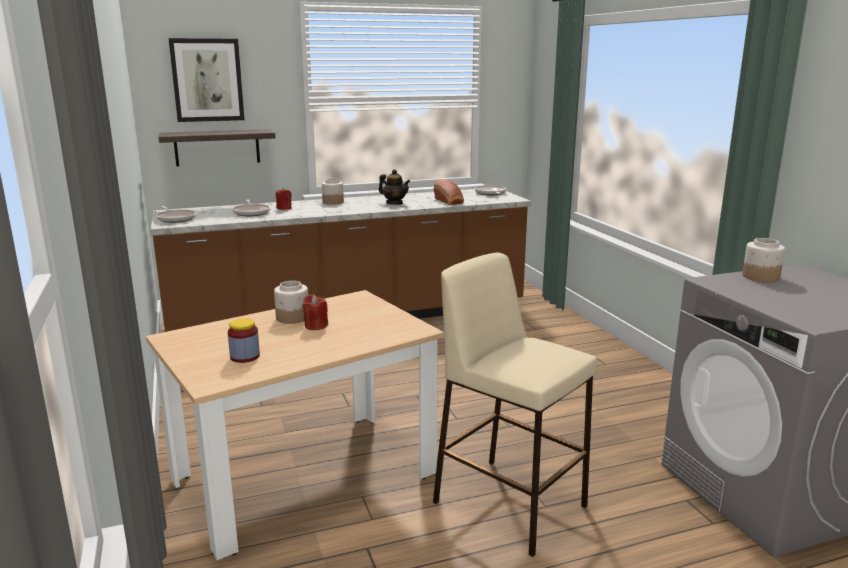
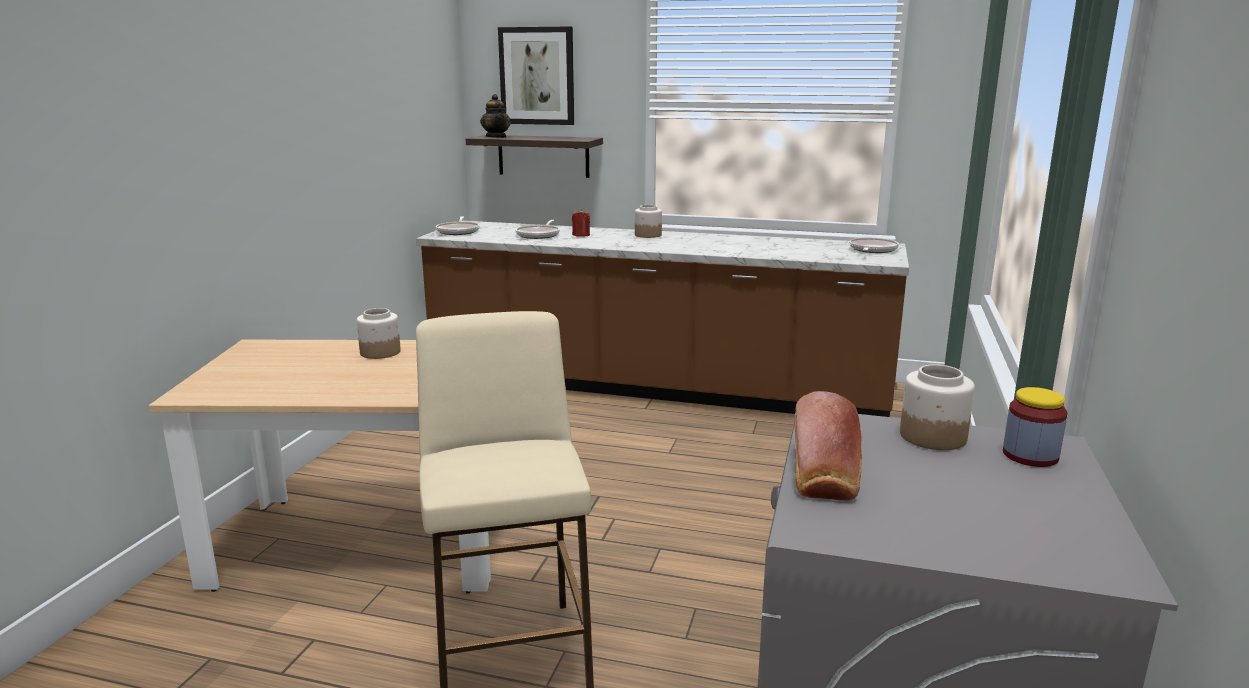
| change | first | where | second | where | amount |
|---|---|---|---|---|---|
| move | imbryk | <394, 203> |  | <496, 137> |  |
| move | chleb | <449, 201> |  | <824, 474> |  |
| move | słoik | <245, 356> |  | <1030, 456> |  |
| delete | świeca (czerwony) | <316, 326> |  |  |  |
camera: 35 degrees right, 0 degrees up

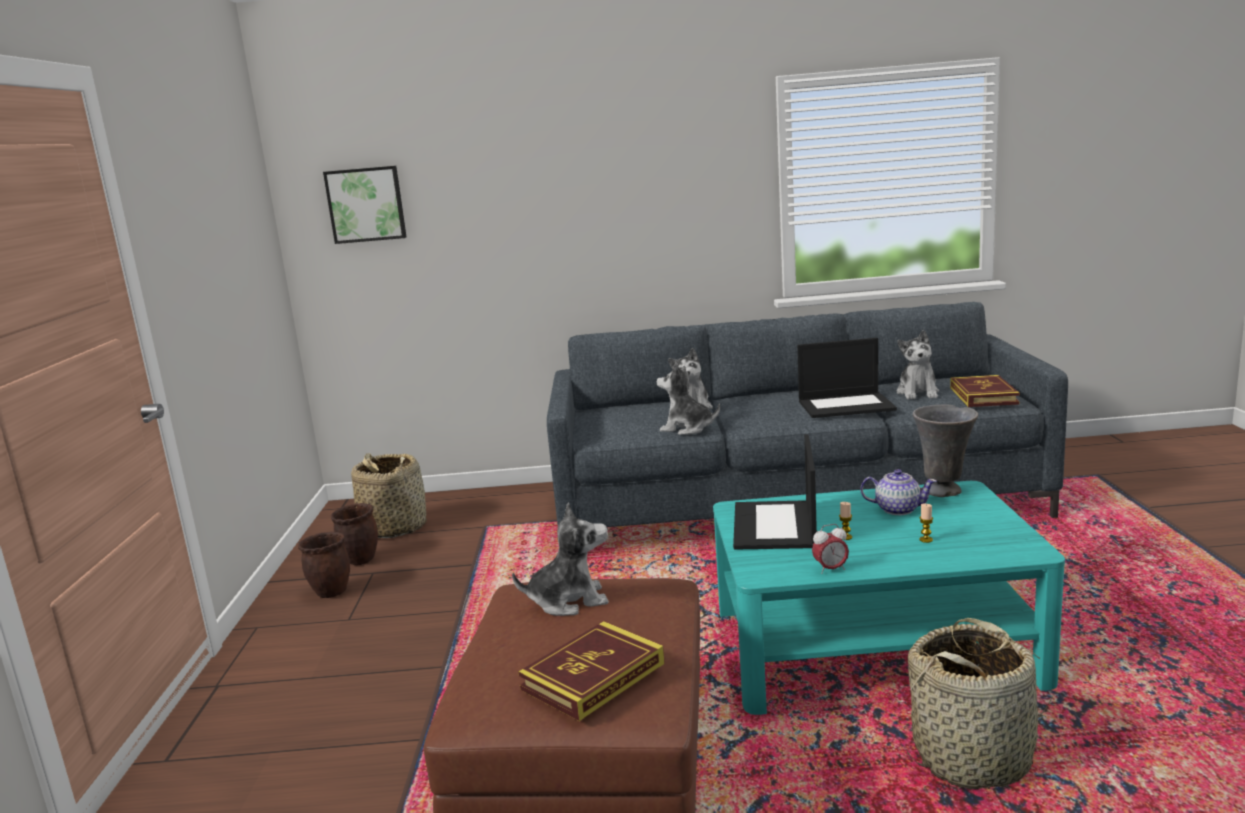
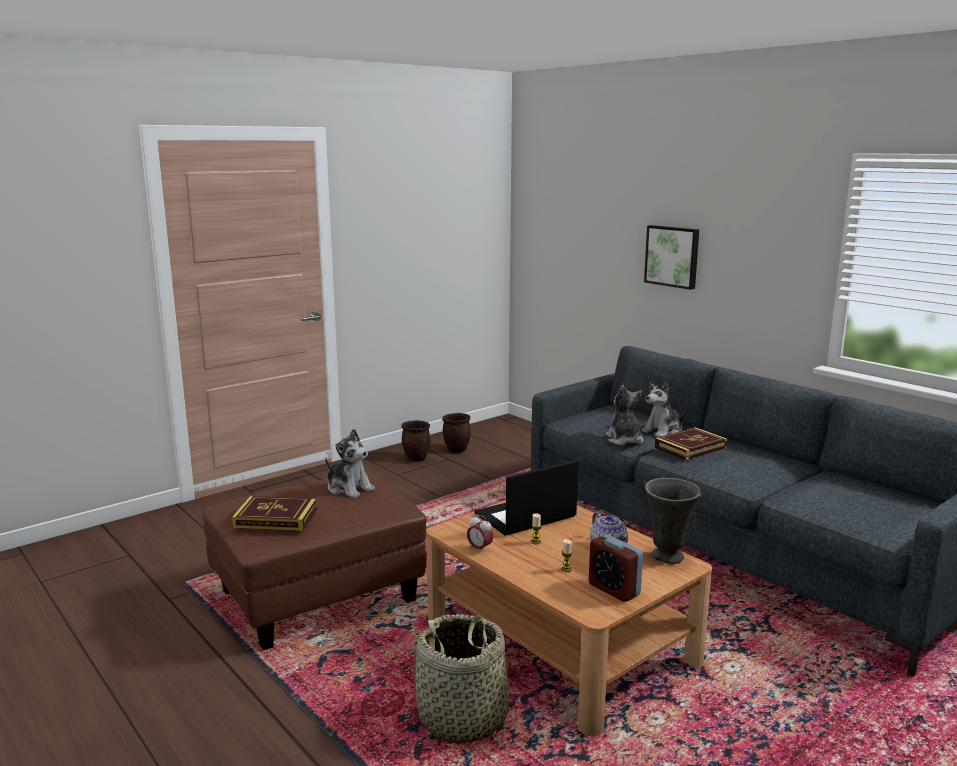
| change | first | where | second | where | amount |
|---|---|---|---|---|---|
| recolor | ława (turkusowy) | <872, 645> | ława (brązowy) | <560, 642> |  |
| insert |  |  | budzik | <614, 589> |  |
| move | obraz | <366, 204> |  | <673, 256> |  |
| move | książka | <983, 396> |  | <690, 447> |  |
| delete | koszyk | <393, 528> |  |  |  |
| delete | laptop | <846, 405> |  |  |  |
| delete | pluszak | <918, 393> |  |  |  |
camera: 50 degrees right, 0 degrees up

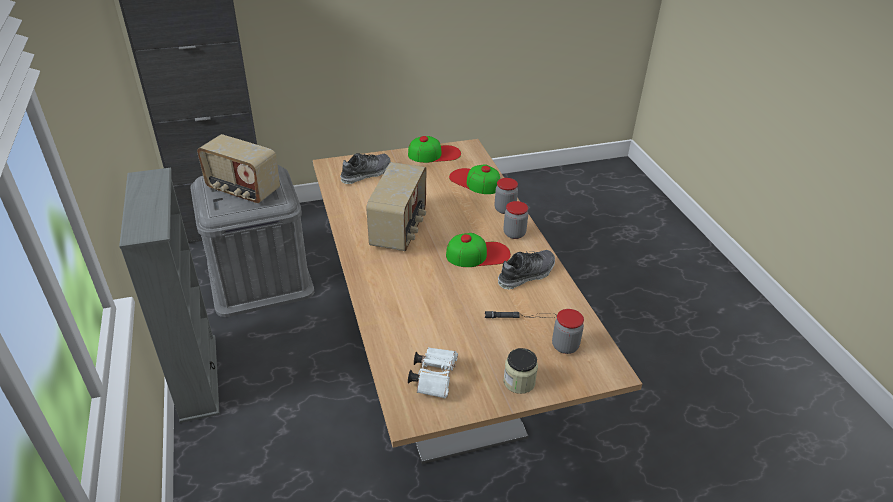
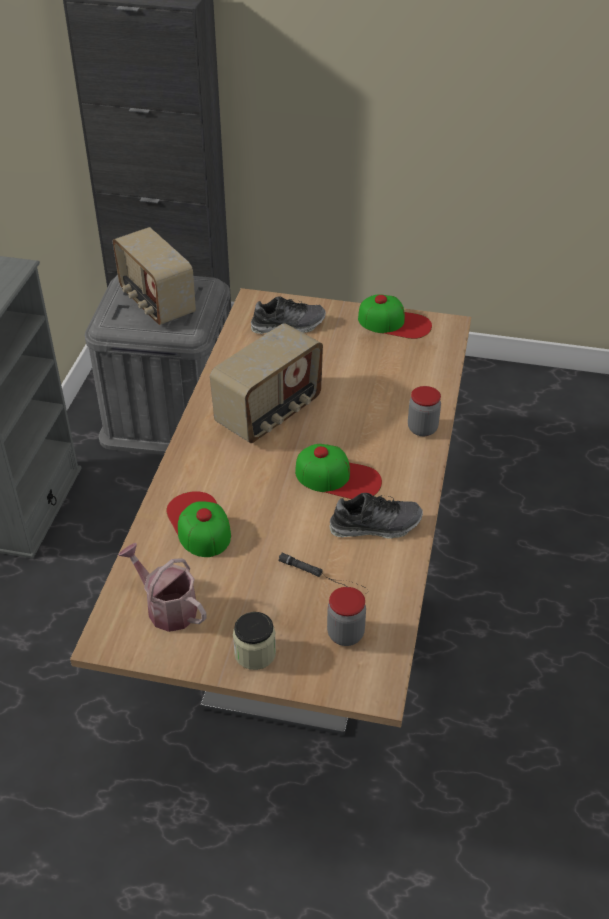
| change | first | where | second | where | amount |
|---|---|---|---|---|---|
| replace | lornetka (biały) | <434, 377> | konewka | <167, 607> |  |
| move | czapka z daszkiem | <475, 181> |  | <199, 523> |  |
| delete | słoik | <514, 234> |  |  |  |
camera: 30 degrees right, 5 degrees up

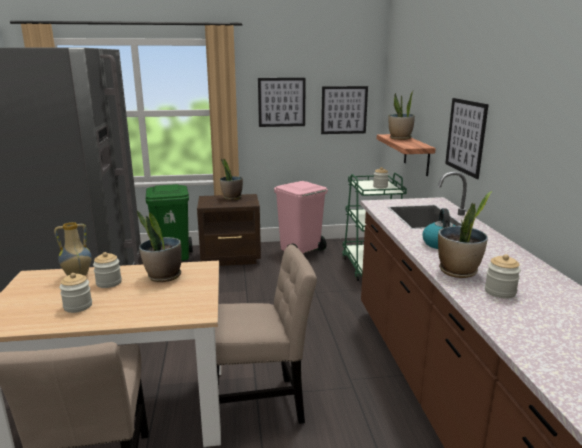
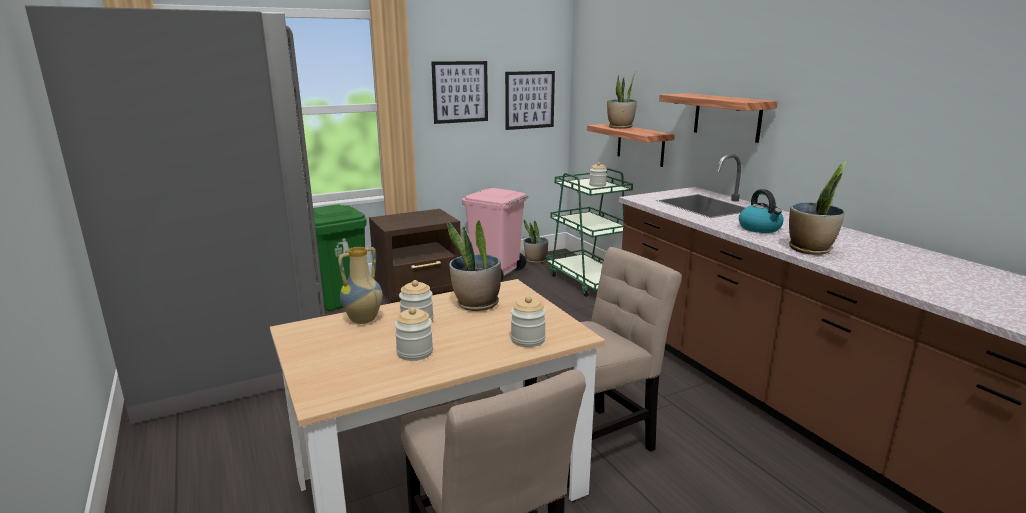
| change | first | where | second | where | amount |
|---|---|---|---|---|---|
| move | słoik | <500, 292> |  | <528, 339> |  |
| move | roślina doniczkowa | <231, 198> |  | <535, 261> |  |
| replace | obraz | <465, 136> | półka | <727, 117> |  |
camera: 20 degrees left, 0 degrees up

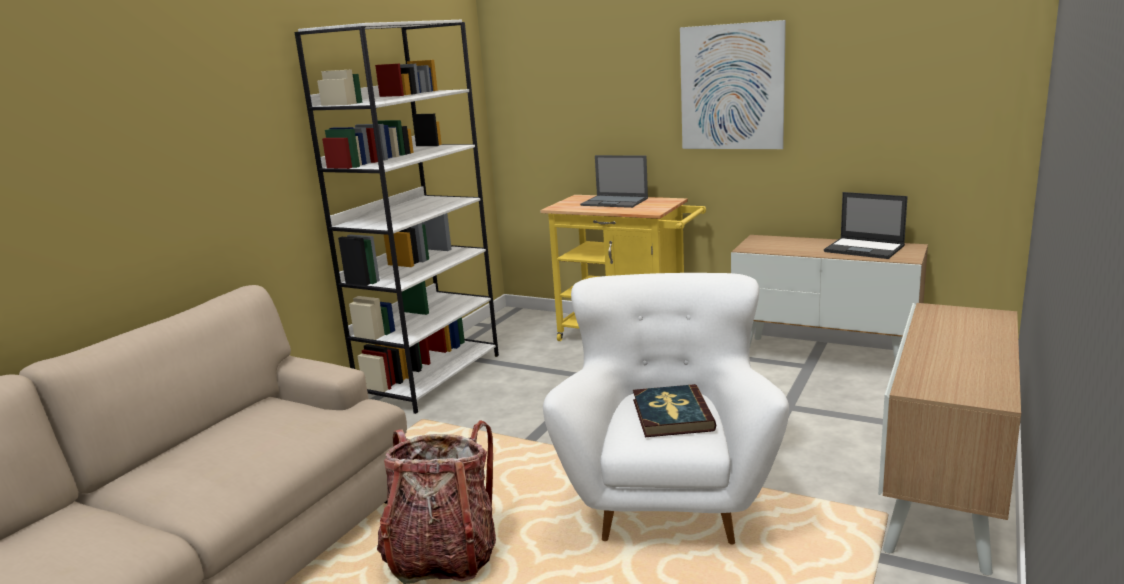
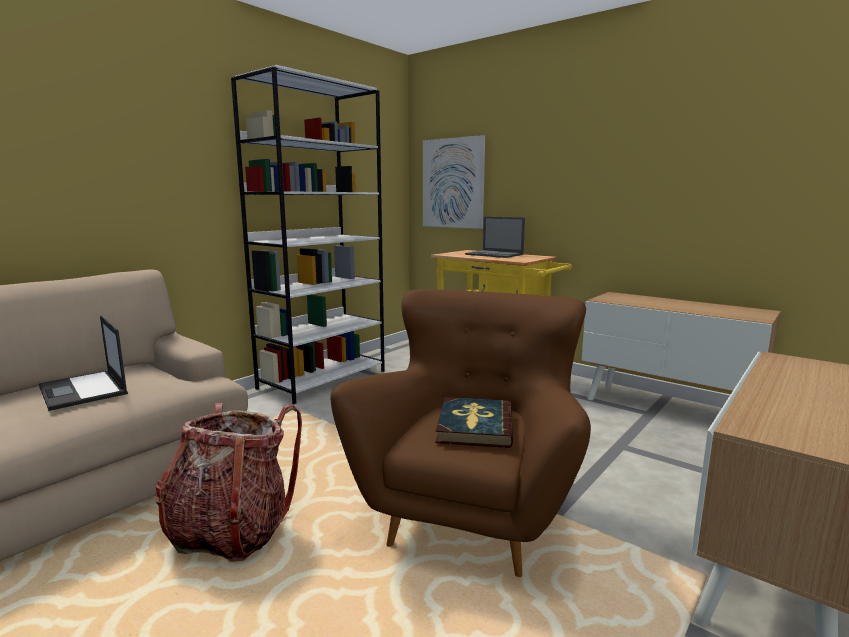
| change | first | where | second | where | amount |
|---|---|---|---|---|---|
| move | laptop | <865, 249> |  | <83, 390> |  |
| recolor | fotel (biały) | <668, 497> | fotel (brązowy) | <472, 513> |  |
| move | obraz | <731, 87> |  | <452, 183> |  |
camera: 10 degrees right, 5 degrees down

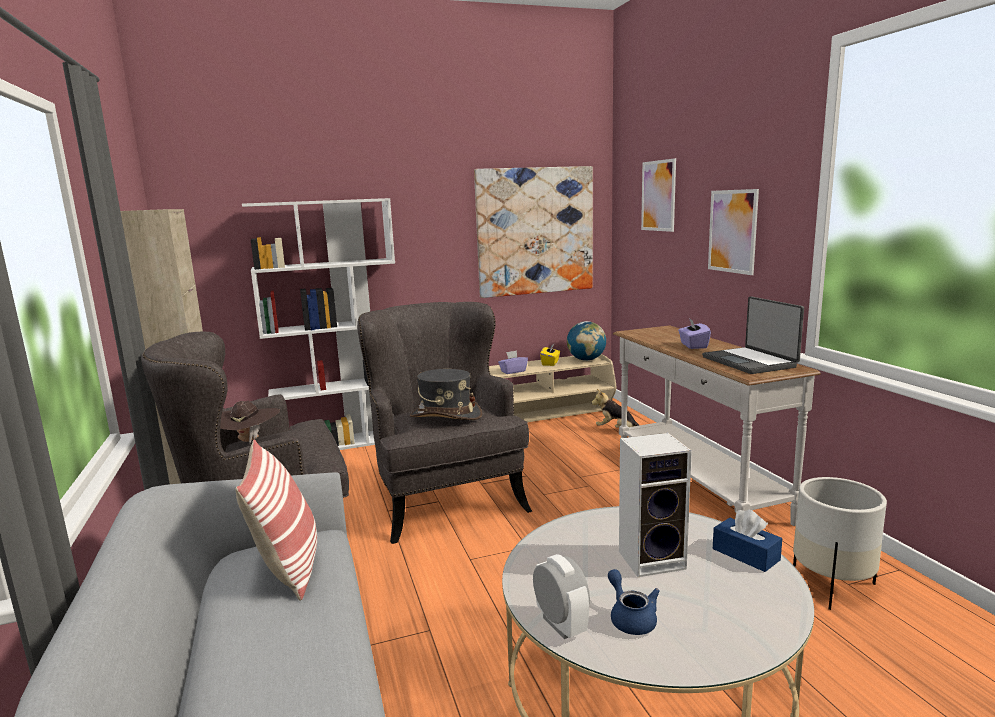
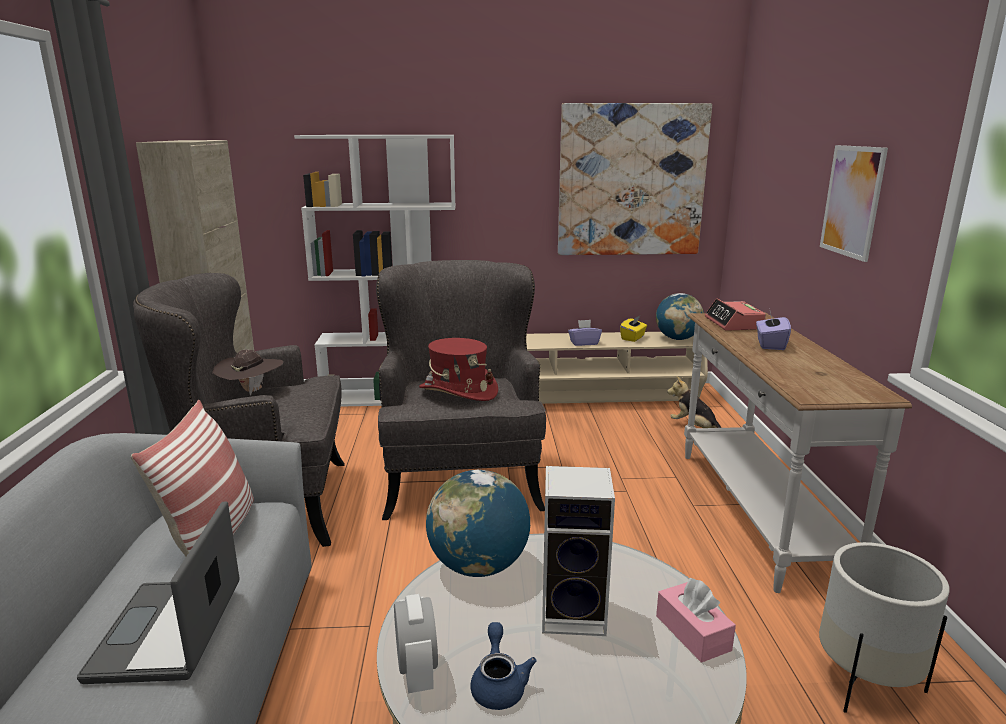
| change | first | where | second | where | amount |
|---|---|---|---|---|---|
| move | laptop | <750, 362> |  | <170, 631> |  |
| recolor | kapelusz (szary) | <445, 416> | kapelusz (czerwony) | <458, 391> |  |
| insert |  |  | globus | <479, 566> |  |
| recolor | pudełko chusteczek (niebieski) | <745, 554> | pudełko chusteczek (różowy) | <692, 633> |  |
| insert |  |  | budzik | <734, 323> |  |
| delete | obraz | <658, 196> |  |  |  |
camera: 15 degrees right, 5 degrees up

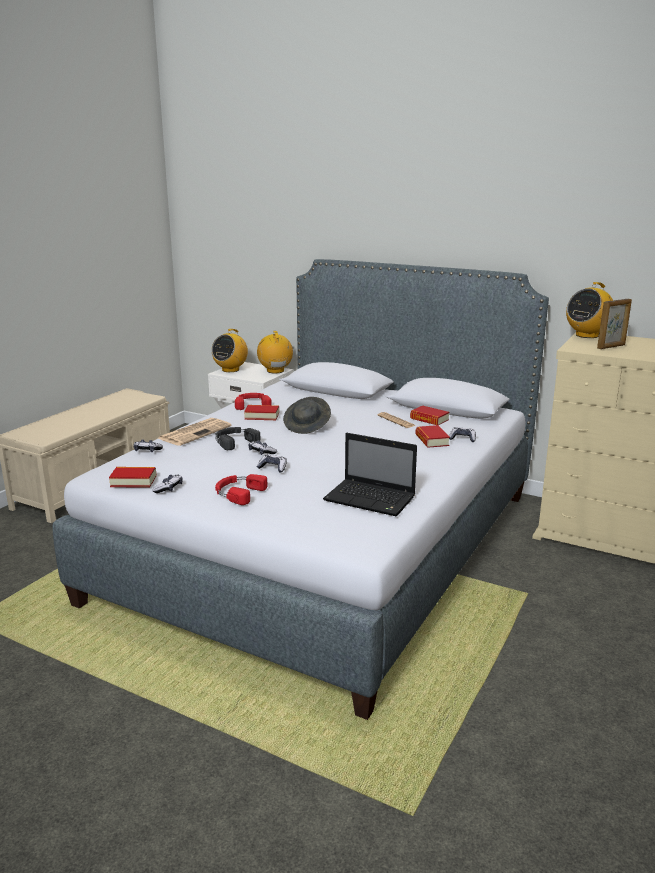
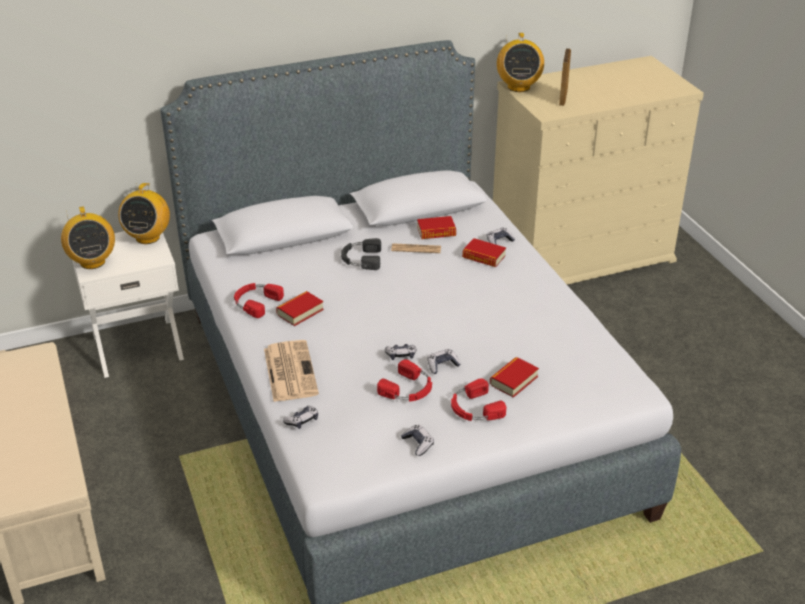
| change | first | where | second | where | amount |
|---|---|---|---|---|---|
| rotate | radio | <275, 371> |  | <147, 237> | 105 degrees counterclockwise |
| move | słuchawki (czarny) | <234, 441> |  | <361, 259> |  |
| insert |  |  | słuchawki (czerwony) | <408, 389> |  |
| move | książka | <133, 481> |  | <513, 380> |  |
| delete | kapelusz (szary) | <307, 426> |  |  |  |
| delete | laptop | <371, 499> |  |  |  |
camera: 50 degrees left, 15 degrees up

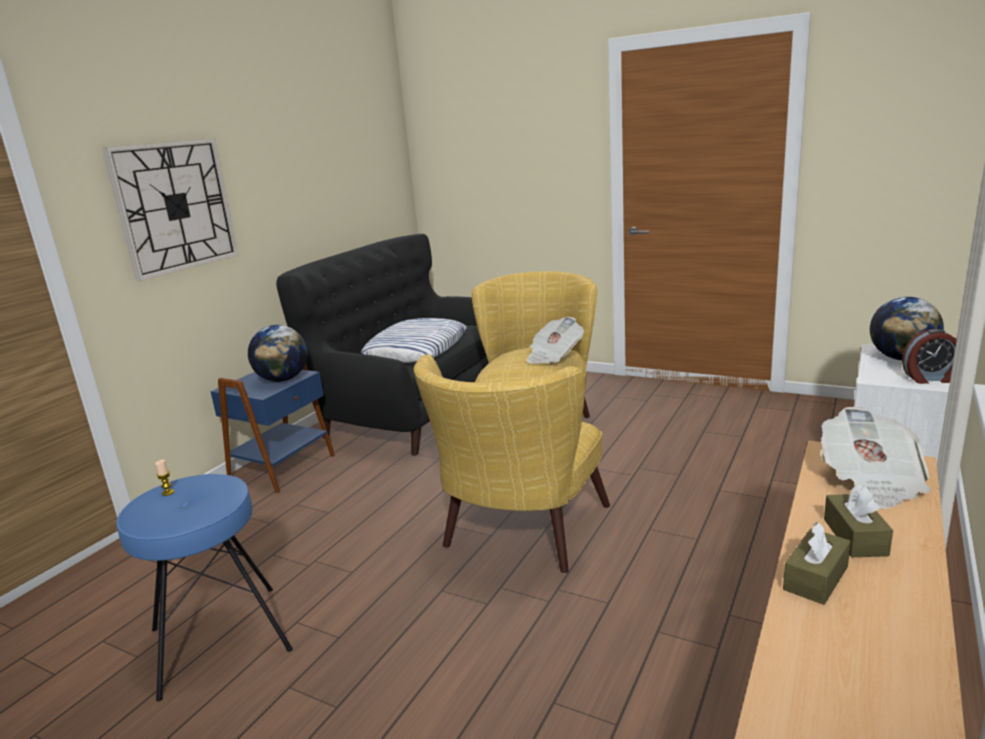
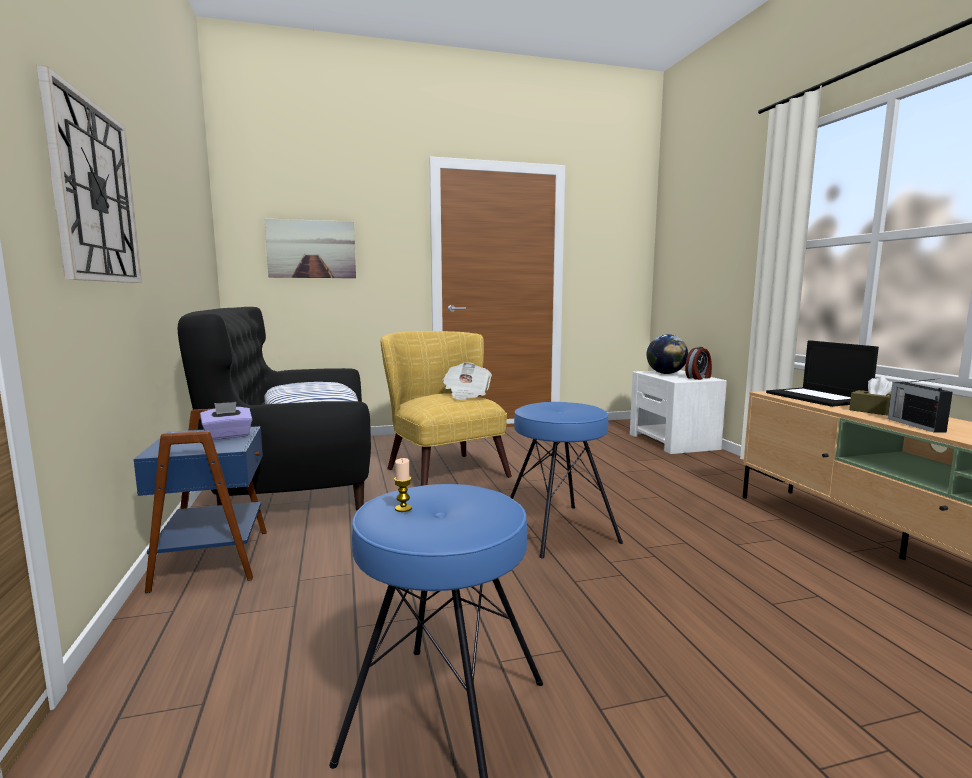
| change | first | where | second | where | amount |
|---|---|---|---|---|---|
| replace | globus | <283, 379> | pudełko chusteczek (fioletowy) | <228, 436> |  |
| insert |  |  | obraz | <311, 249> |  |
| replace | fotel (żółty) | <518, 536> | stołek (niebieski) | <558, 530> |  |
| replace | gazeta | <871, 481> | laptop | <818, 397> |  |
| replace | pudełko chusteczek (brązowy) | <815, 578> | radio | <914, 425> |  |
camera: 45 degrees left, 10 degrees down

